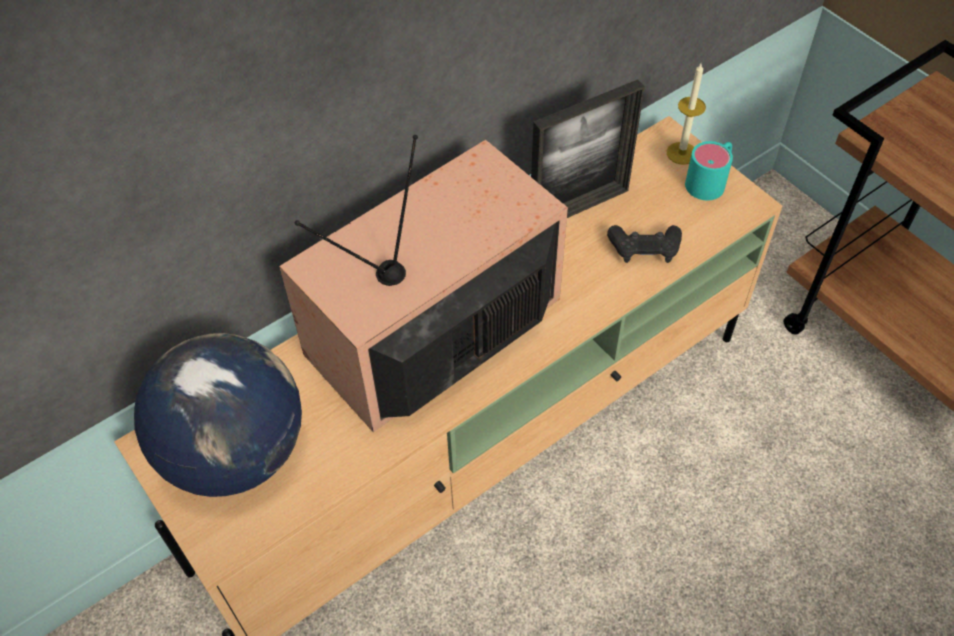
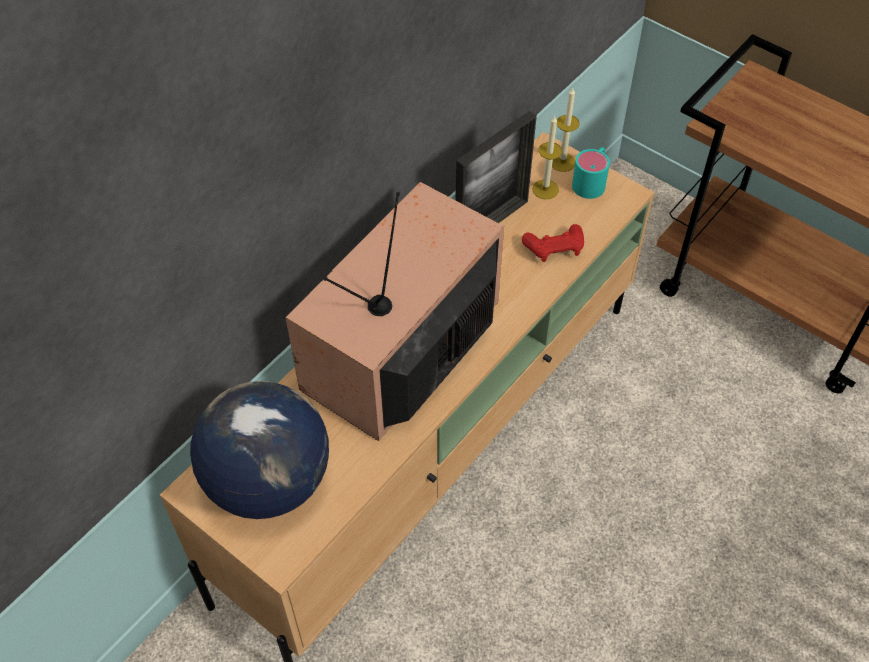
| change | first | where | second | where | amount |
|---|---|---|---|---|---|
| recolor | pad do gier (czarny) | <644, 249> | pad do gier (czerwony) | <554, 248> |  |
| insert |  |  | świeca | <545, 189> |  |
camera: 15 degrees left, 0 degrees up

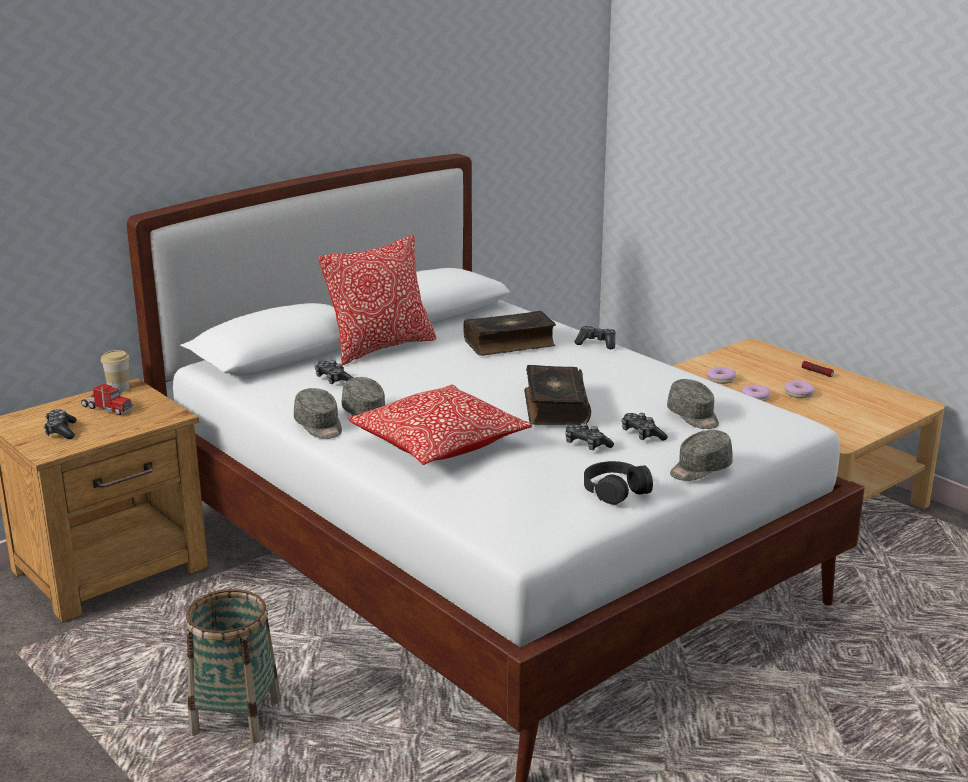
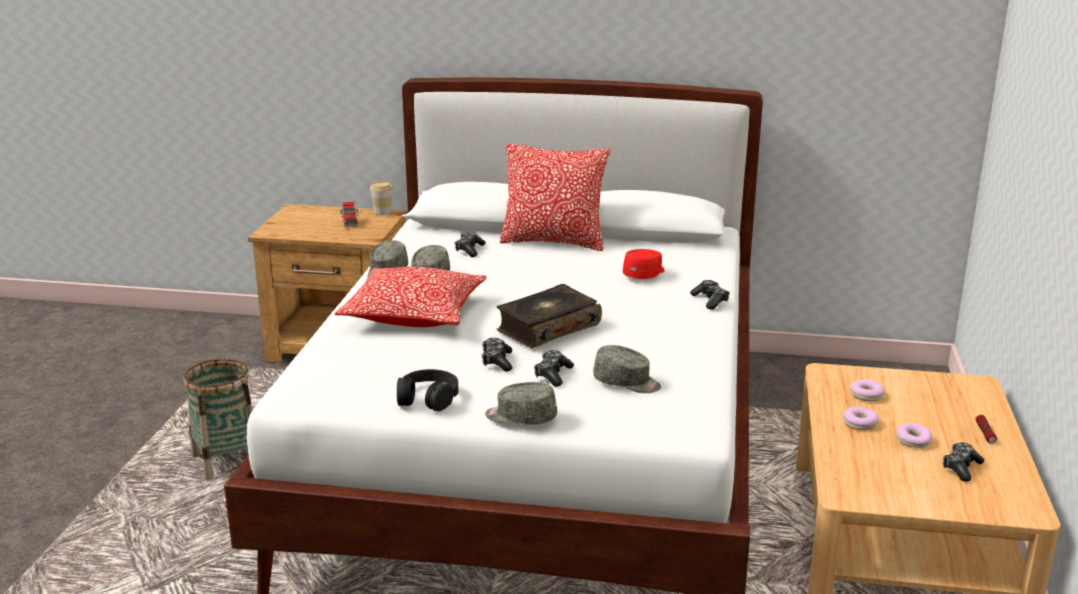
| change | first | where | second | where | amount |
|---|---|---|---|---|---|
| rotate | czapka z daszkiem (szary) | <694, 416> |  | <627, 383> | 90 degrees counterclockwise |
| replace | książka | <510, 344> | czapka z daszkiem (czerwony) | <645, 274> |  |
| move | pad do gier | <61, 431> |  | <961, 468> |  |
camera: 50 degrees right, 0 degrees up

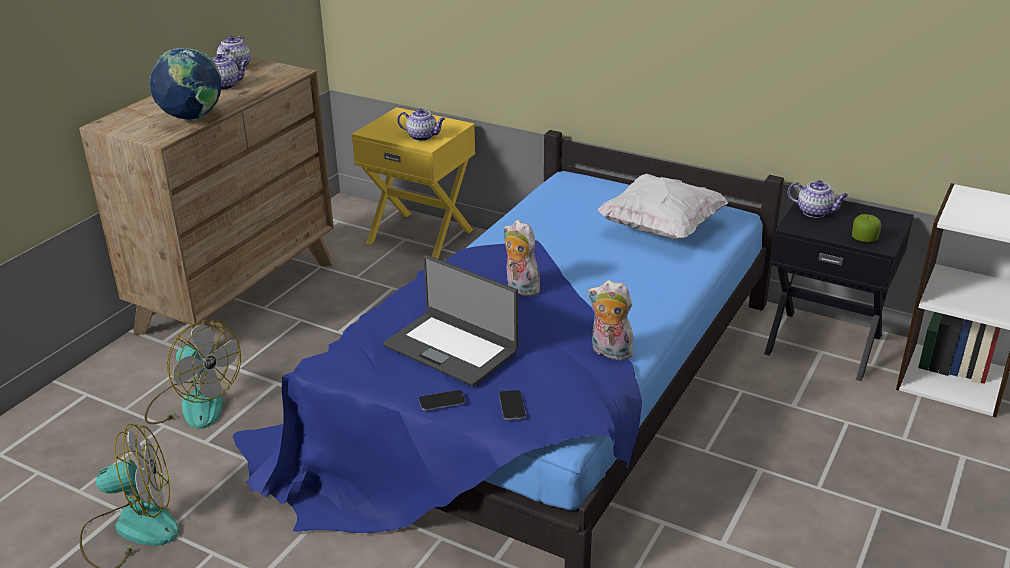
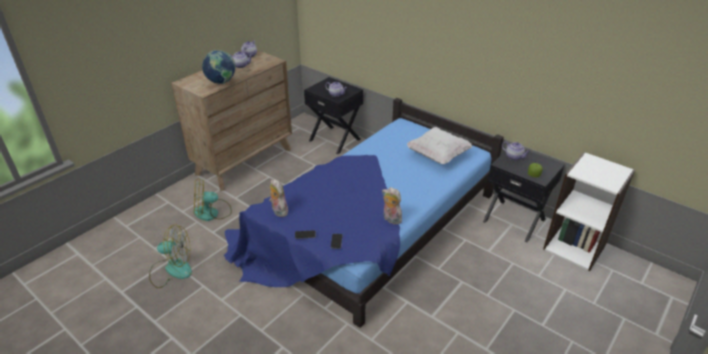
| change | first | where | second | where | amount |
|---|---|---|---|---|---|
| rotate | wentylator | <194, 404> |  | <212, 213> | 120 degrees clockwise |
| move | pluszak | <519, 288> |  | <278, 211> |  |
| recolor | szafka nocna (żółty) | <421, 236> | szafka nocna (czarny) | <335, 139> |  |
| delete | laptop | <451, 348> |  |  |  |
camera: 10 degrees right, 5 degrees up

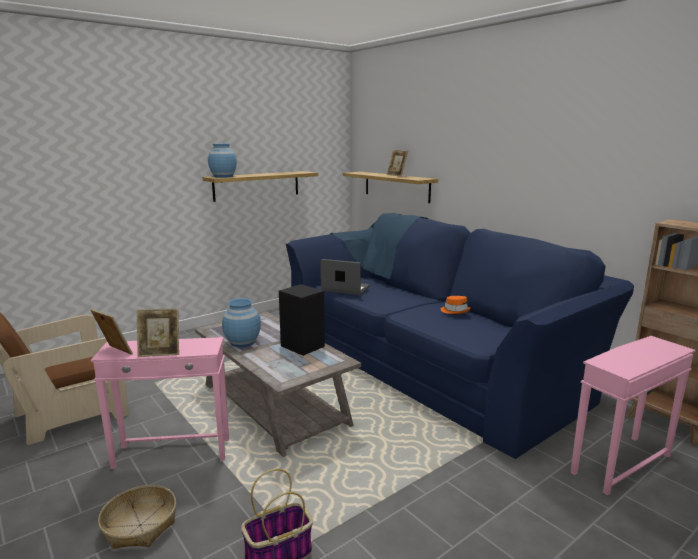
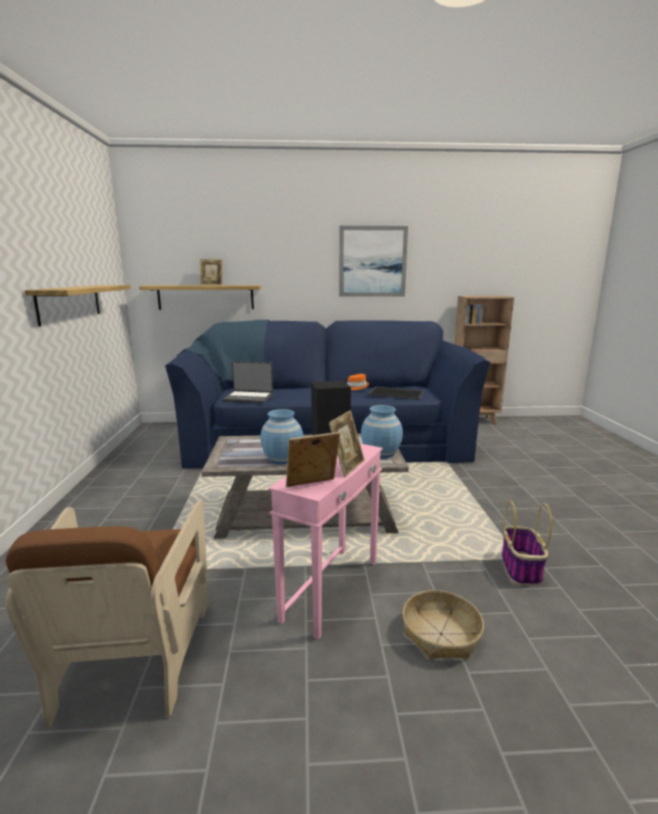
| change | first | where | second | where | amount |
|---|---|---|---|---|---|
| rotate | laptop | <345, 289> |  | <248, 398> | 135 degrees counterclockwise |
| insert |  |  | obraz | <372, 261> |  |
| move | wazon (niebieski) | <223, 176> |  | <380, 453> |  |
| insert |  |  | taca | <397, 393> |  |
| delete | stolik (różowy) | <620, 463> |  |  |  |
camera: 55 degrees left, 0 degrees up

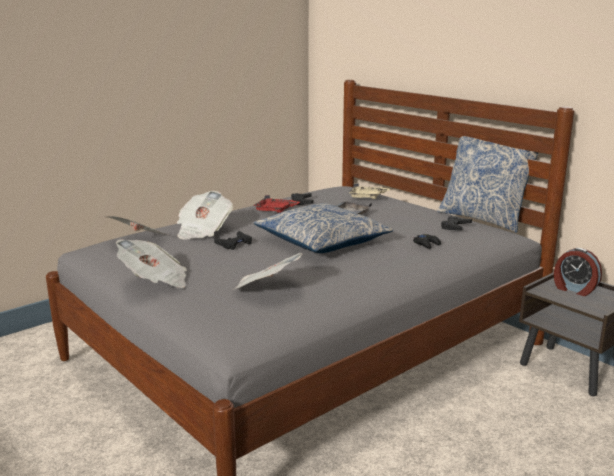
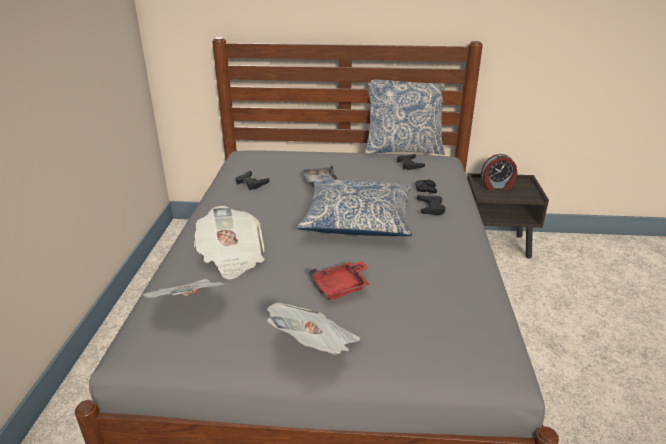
| change | first | where | second | where | amount |
|---|---|---|---|---|---|
| move | taca (czerwony) | <275, 210> |  | <341, 287> |  |
| move | pad do gier (czarny) | <234, 244> |  | <431, 208> |  |
| delete | gazeta | <267, 289> |  |  |  |
| delete | taca (beżowy) | <367, 197> |  |  |  |
camera: 45 degrees left, 10 degrees up

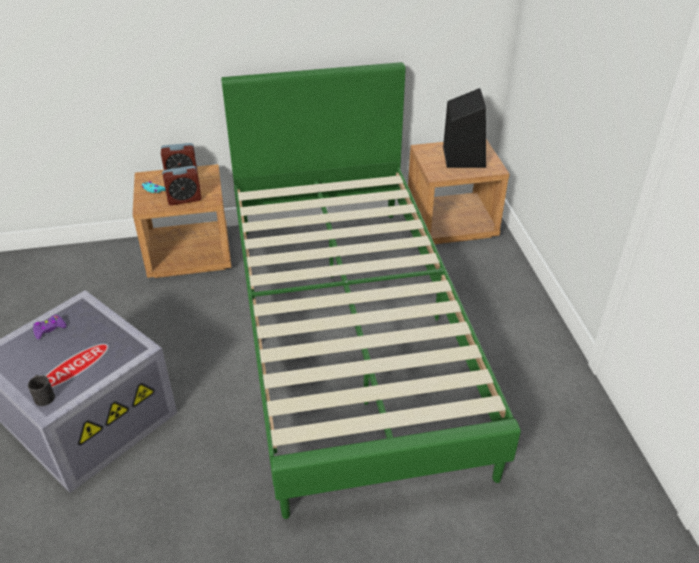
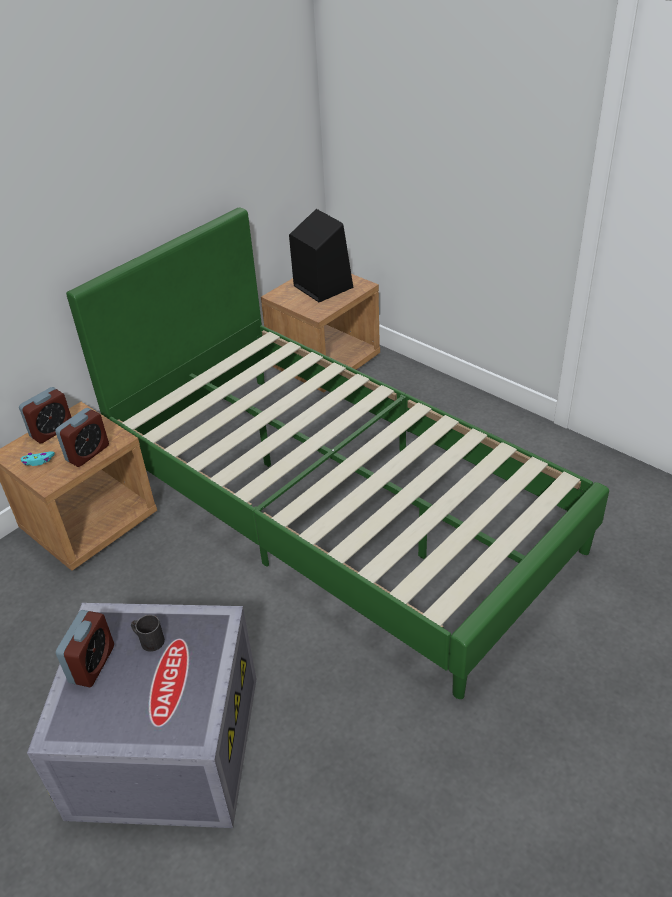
| change | first | where | second | where | amount |
|---|---|---|---|---|---|
| replace | pad do gier (fioletowy) | <49, 329> | budzik | <92, 664> |  |
| move | kubek (czarny) | <43, 395> |  | <148, 640> |  |
camera: 35 degrees left, 0 degrees up

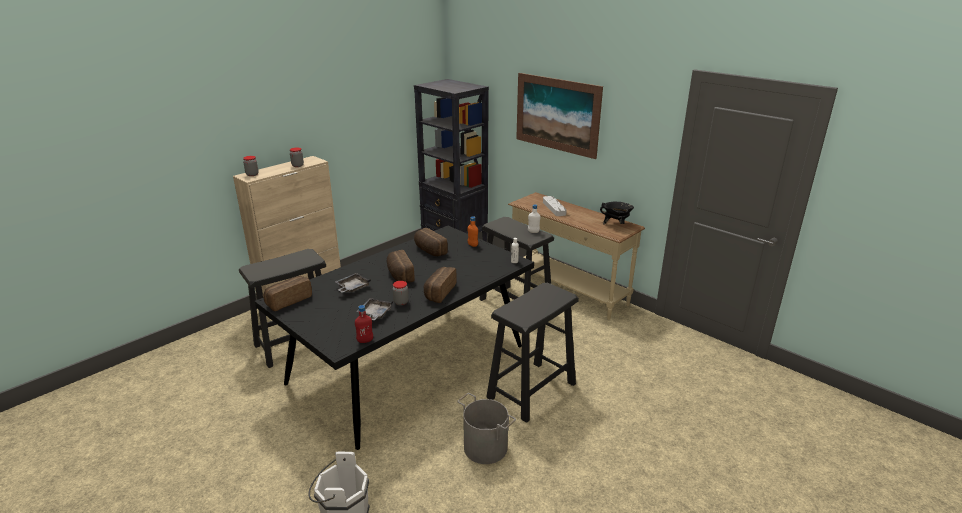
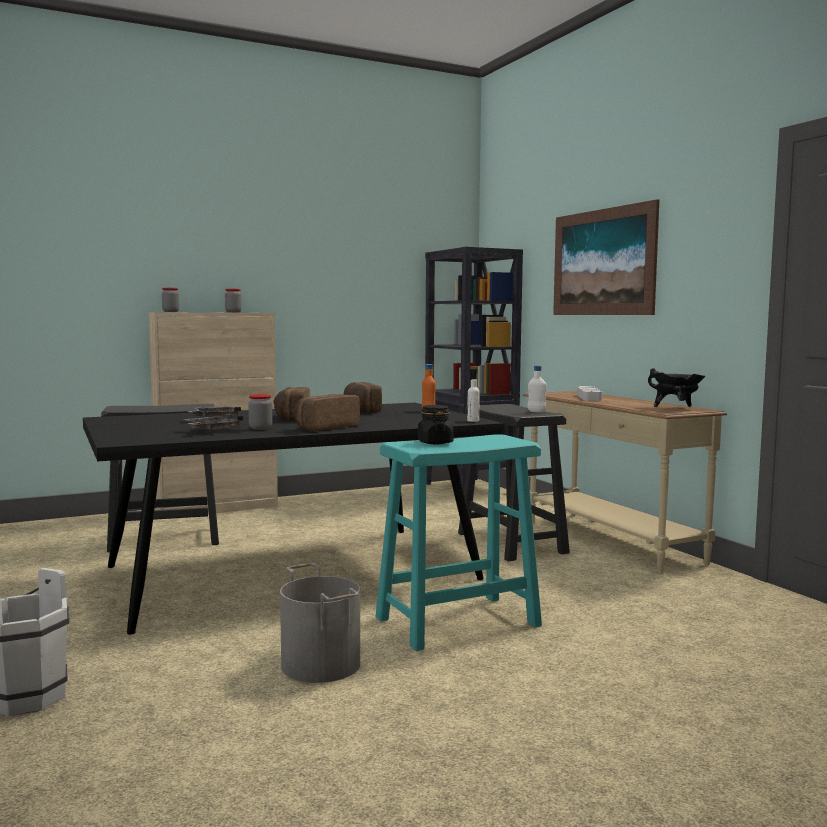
| change | first | where | second | where | amount |
|---|---|---|---|---|---|
| recolor | stołek (czarny) | <531, 391> | stołek (turkusowy) | <456, 622> |  |
| insert |  |  | słoik (czarny) | <435, 442> |  |
| delete | chleb | <288, 300> |  |  |  |
| delete | butelka (czerwony) | <365, 341> |  |  |  |
camera: 20 degrees right, 20 degrees down

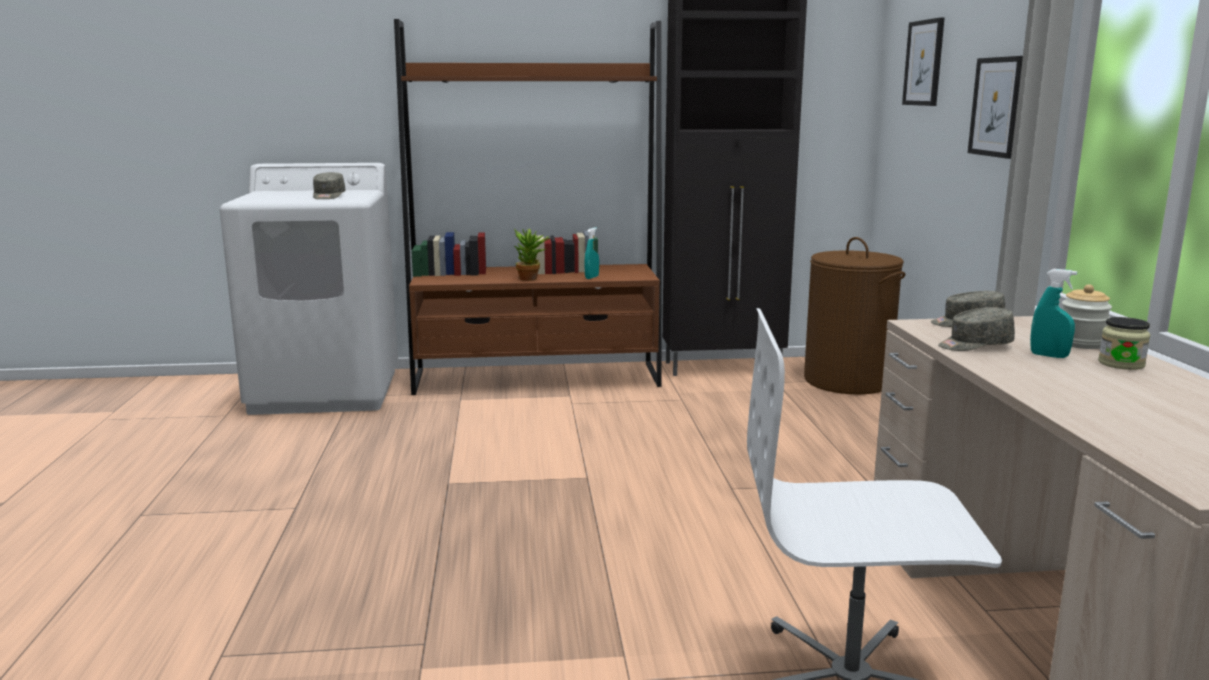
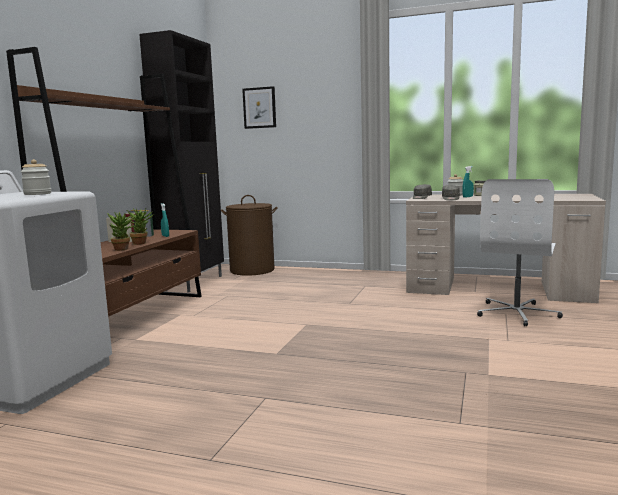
| change | first | where | second | where | amount |
|---|---|---|---|---|---|
| replace | czapka z daszkiem (szary) | <328, 196> | słoik | <37, 194> |  |
| insert |  |  | roślina doniczkowa | <124, 249> |  |
| delete | obraz | <997, 107> |  |  |  |
camera: 65 degrees left, 5 degrees down

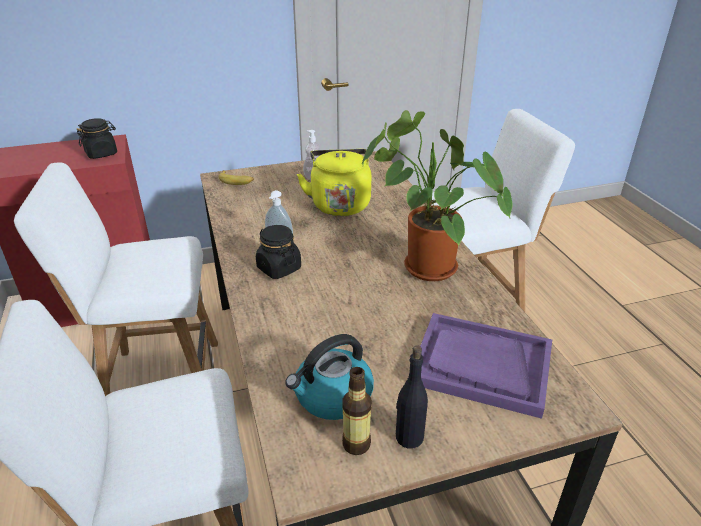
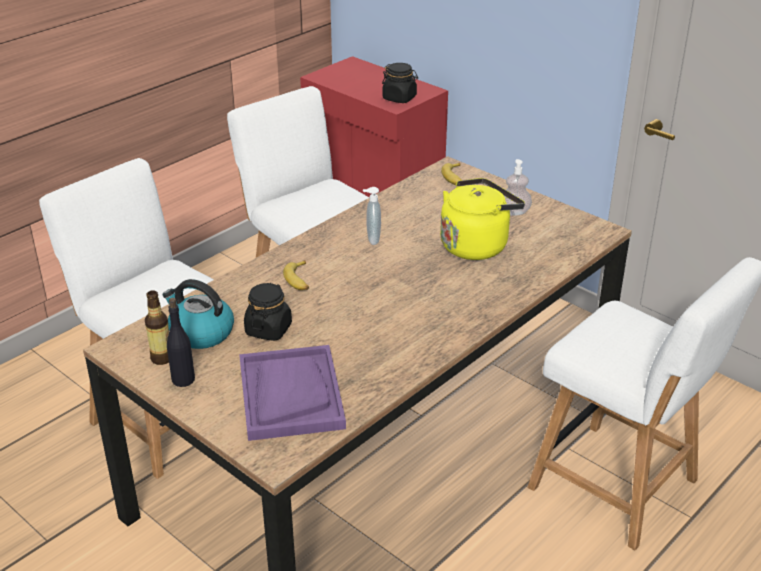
| change | first | where | second | where | amount |
|---|---|---|---|---|---|
| move | słoik (czarny) | <279, 268> |  | <268, 329> |  |
| insert |  |  | banan | <299, 280> |  |
| delete | roślina doniczkowa | <423, 267> |  |  |  |
camera: 60 degrees right, 0 degrees up

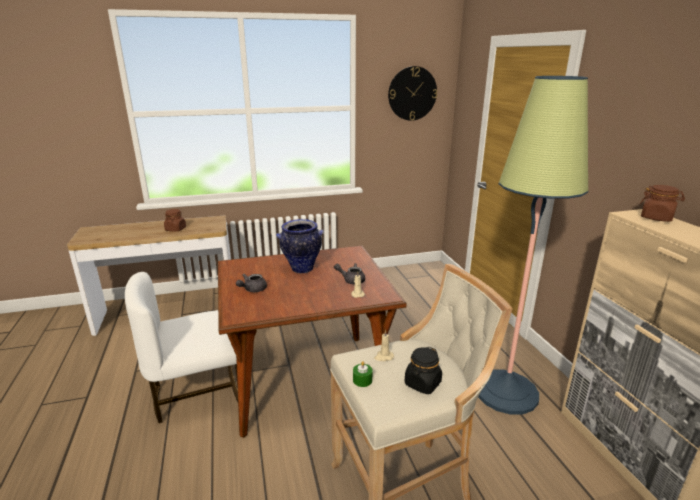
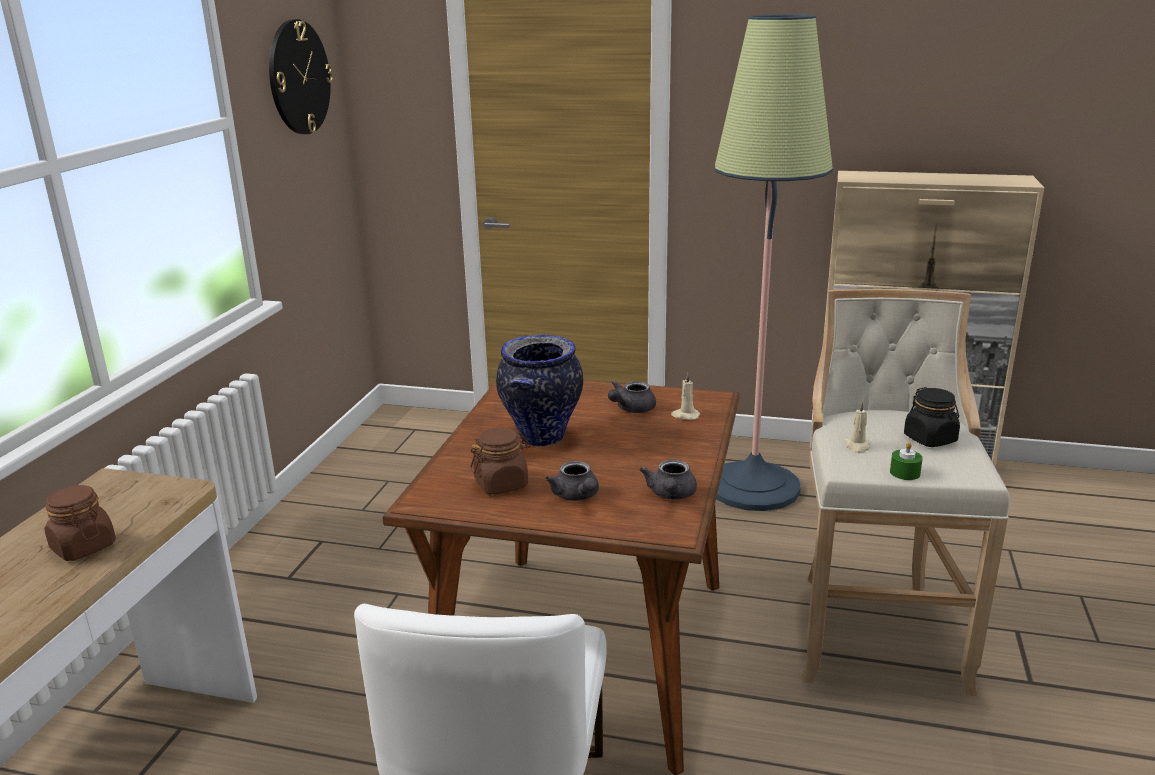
| change | first | where | second | where | amount |
|---|---|---|---|---|---|
| move | słoik (brązowy) | <656, 218> |  | <501, 484> |  |
| insert |  |  | imbryk (szary) | <671, 495> |  |
camera: 60 degrees left, 0 degrees up

